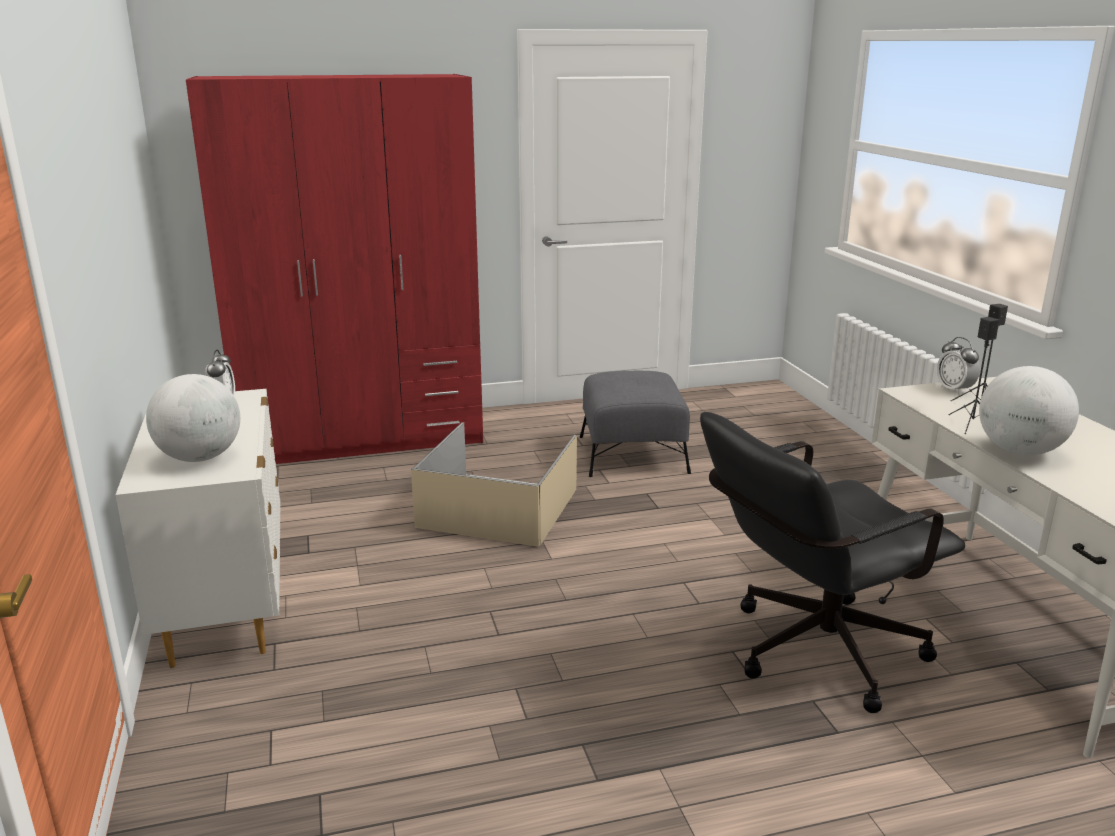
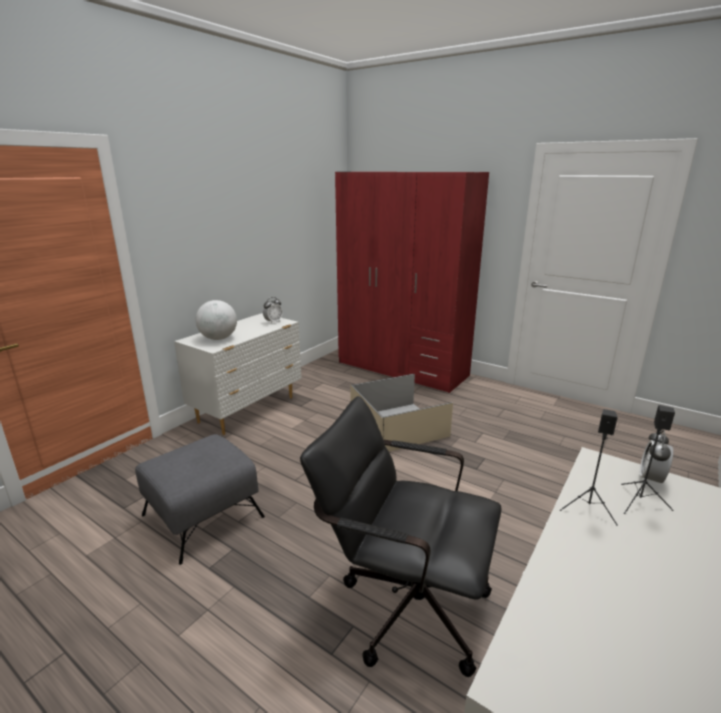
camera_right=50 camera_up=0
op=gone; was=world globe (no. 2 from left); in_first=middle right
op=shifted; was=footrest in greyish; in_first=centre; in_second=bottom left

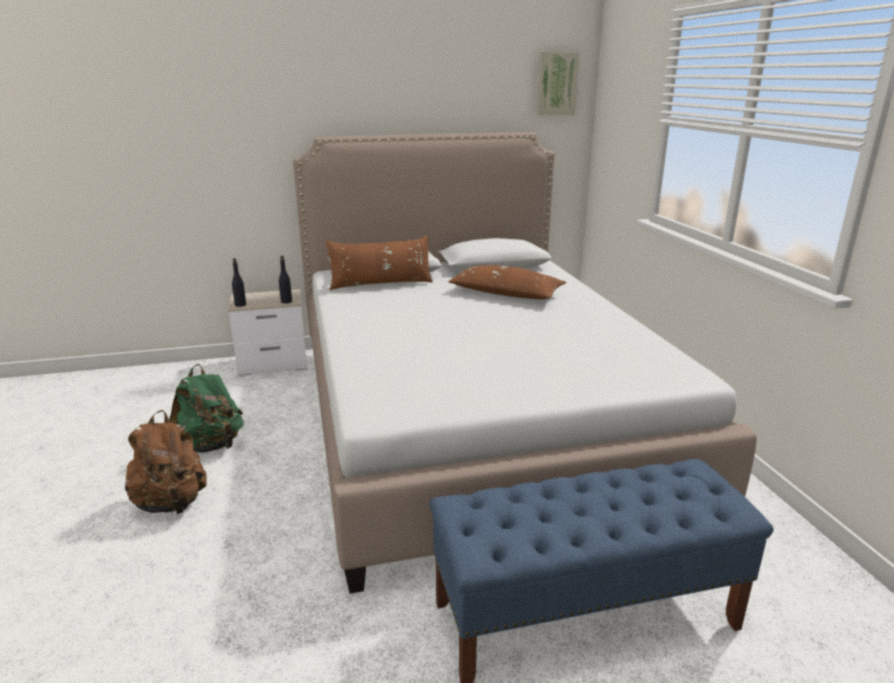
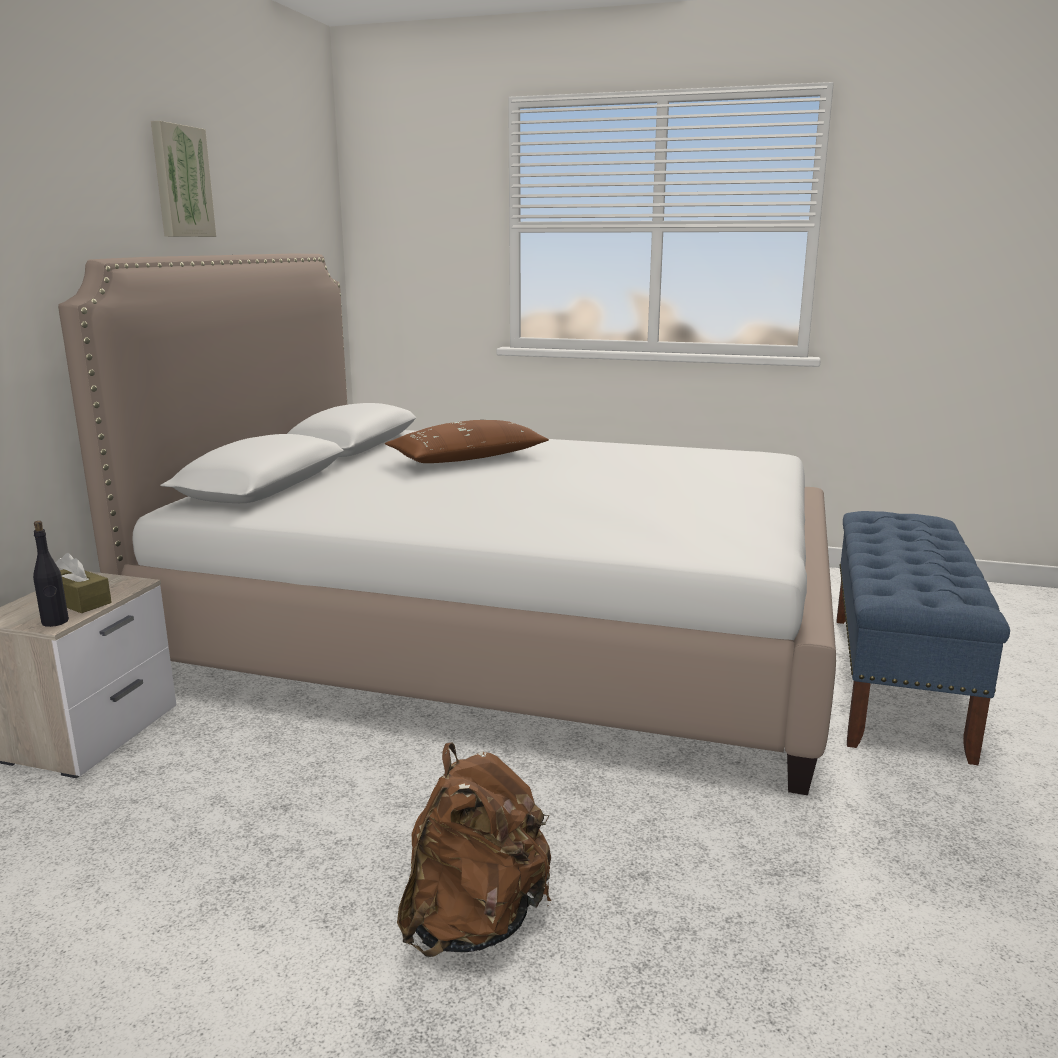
camera_right=-60 camera_up=-5
op=gone; was=rucksack in green; in_first=middle left
op=gone; was=beverage bottle in black-coloured (no. 2 from left); in_first=middle left
op=gone; was=throw pillow in brownish (no. 1 from left); in_first=centre
op=new; now=tissue holder in brownish; in_second=middle left
op=shifted; was=picture; in_first=top centre; in_second=top left

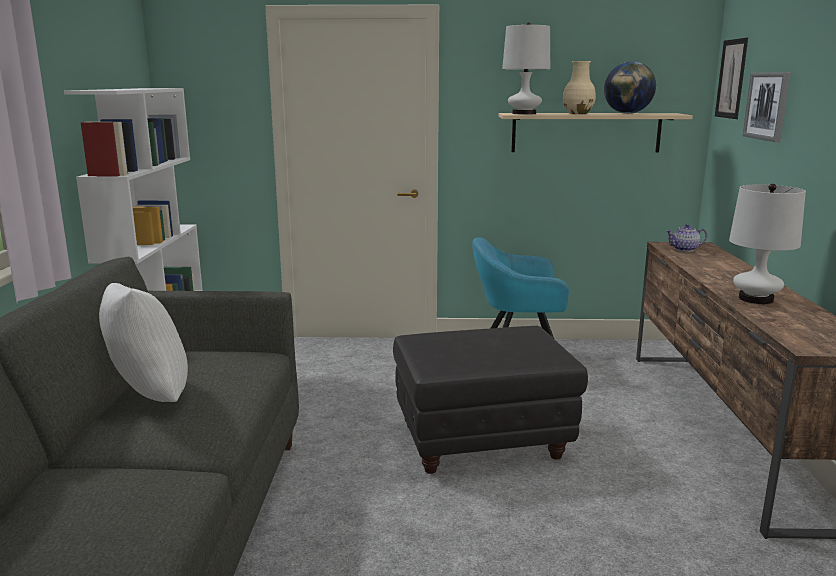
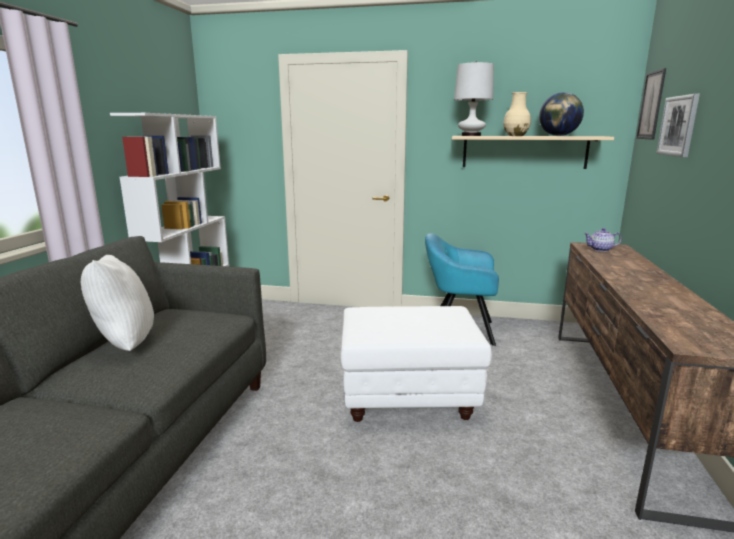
camera_right=10 camera_up=0
op=gone; was=lamp for a table in white (no. 2 from left); in_first=middle right
op=repainted; was=footrest in black-coloured; now=footrest in white; in_first=bottom centre; in_second=bottom centre

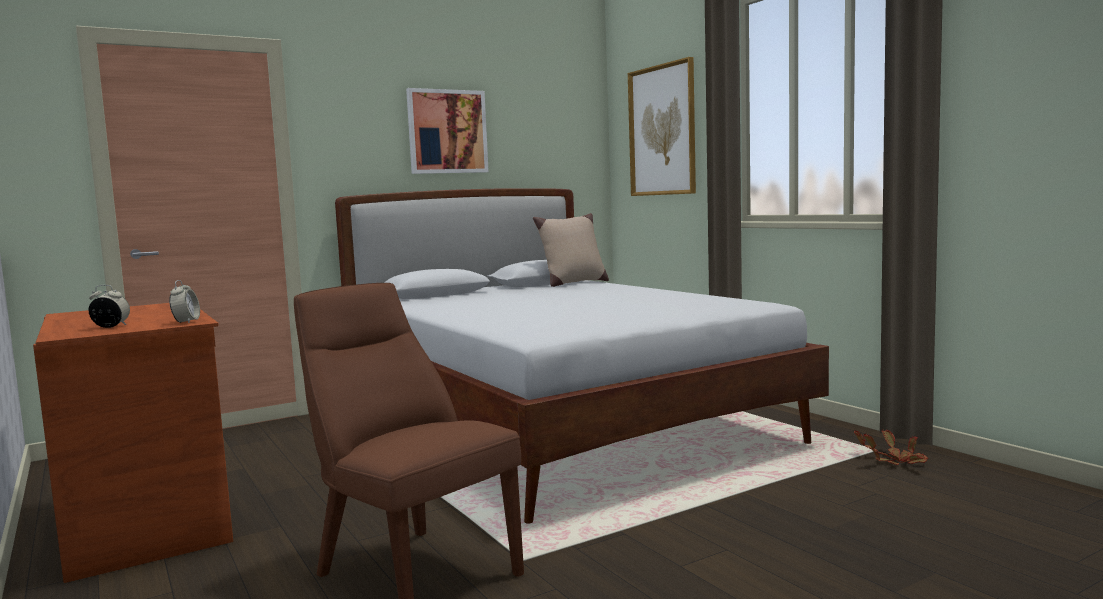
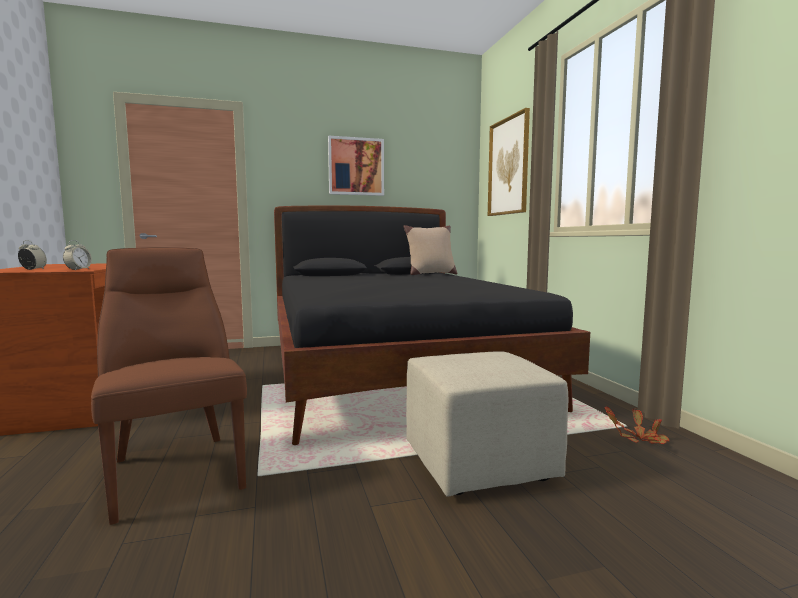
camera_right=15 camera_up=0
op=new; now=footrest in beige; in_second=bottom centre
op=repainted; was=bedroom bed in white; now=bedroom bed in black-coloured; in_first=centre; in_second=centre

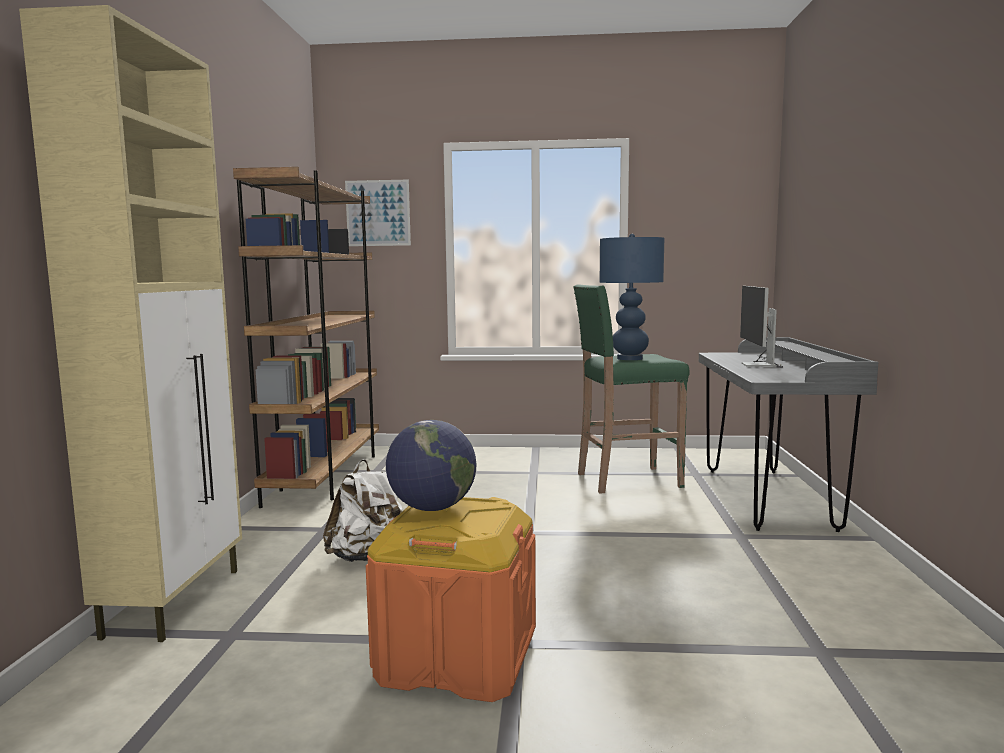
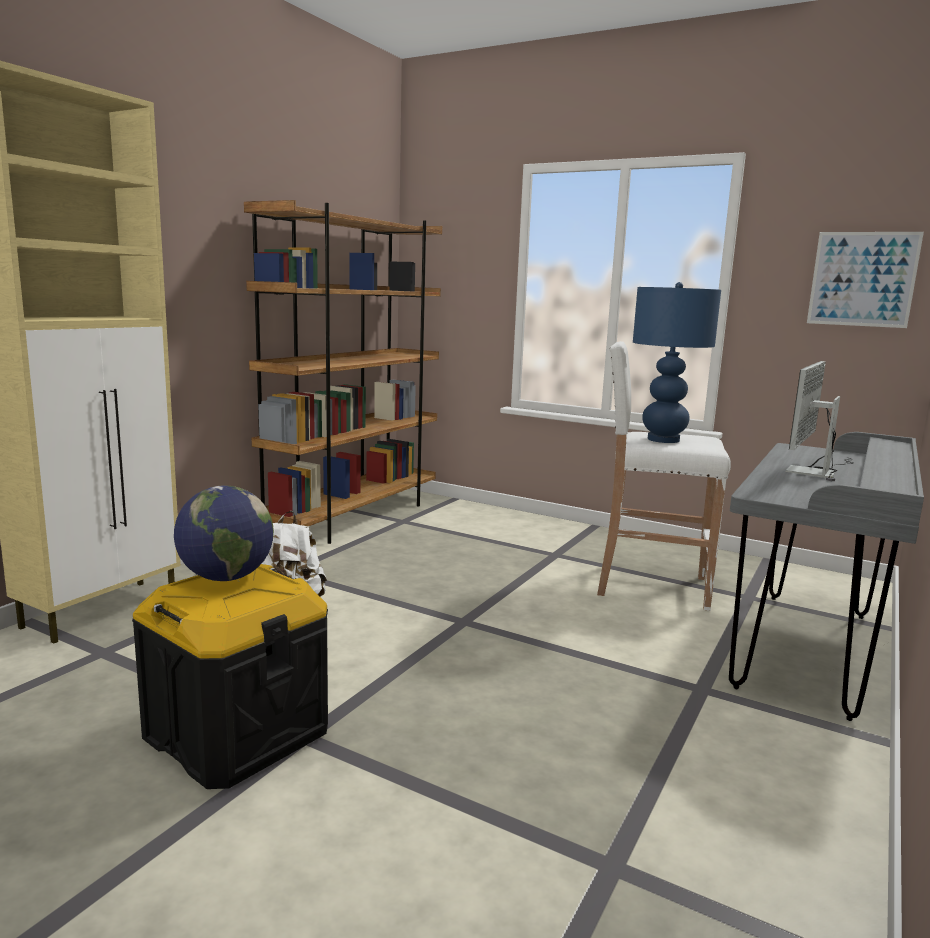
camera_right=25 camera_up=5
op=shifted; was=picture; in_first=top centre; in_second=top right
op=repainted; was=storage box in orange; now=storage box in black-coloured; in_first=bottom centre; in_second=bottom left
op=repainted; was=stool seat in green; now=stool seat in white; in_first=centre; in_second=middle right

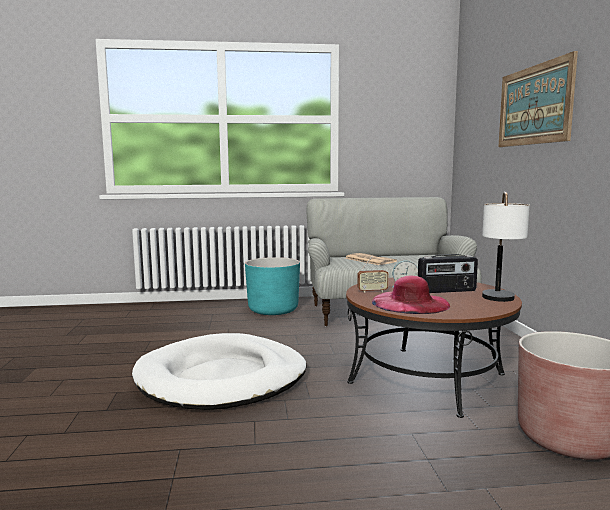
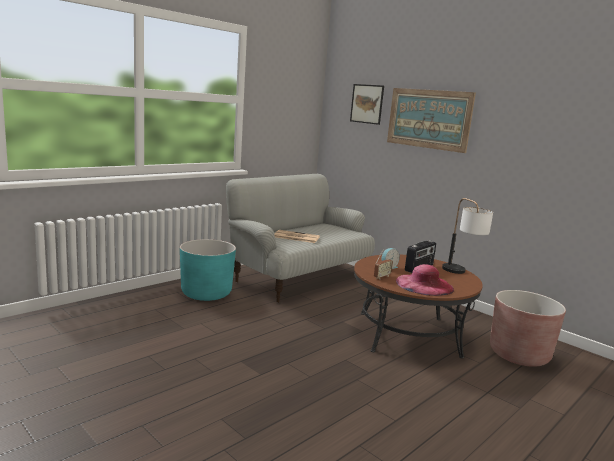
camera_right=-40 camera_up=5
op=gone; was=dog cushion in white; in_first=bottom centre
op=new; now=picture (no. 1 from left); in_second=top centre

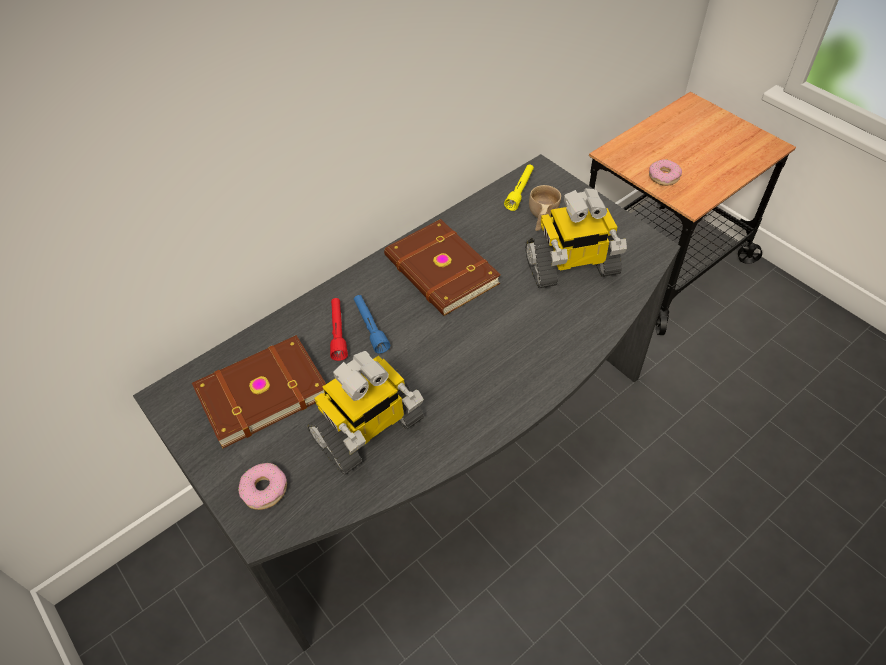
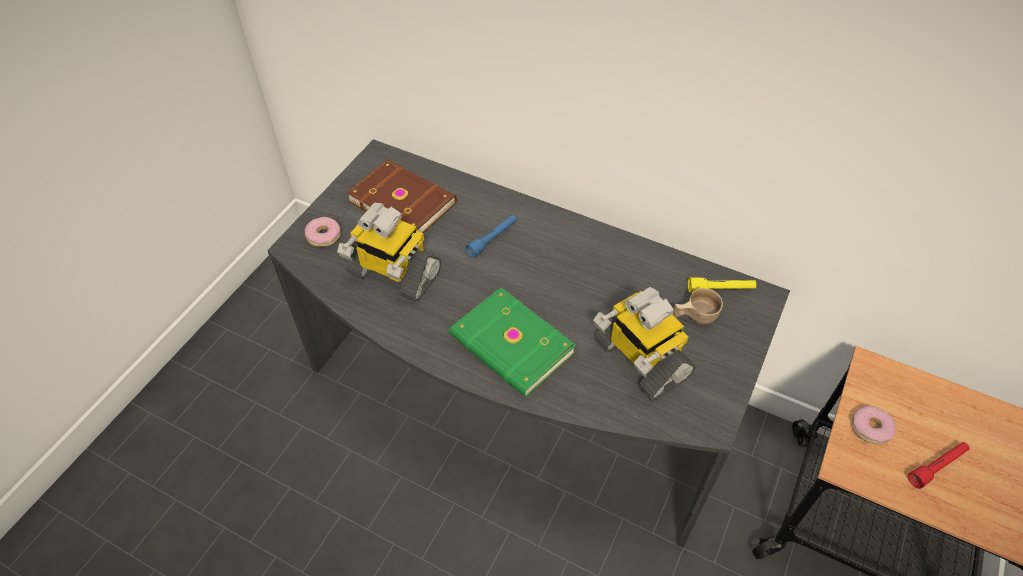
camera_right=65 camera_up=0
op=gone; was=bound book in brownish (no. 2 from left); in_first=centre
op=new; now=bound book in green; in_second=centre
op=shifted; was=hand torch in reddish; in_first=centre; in_second=bottom right

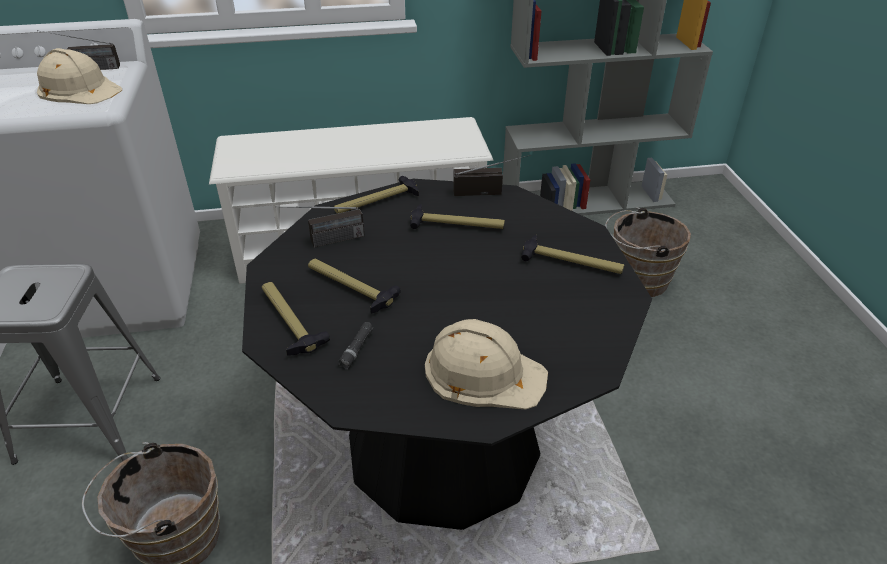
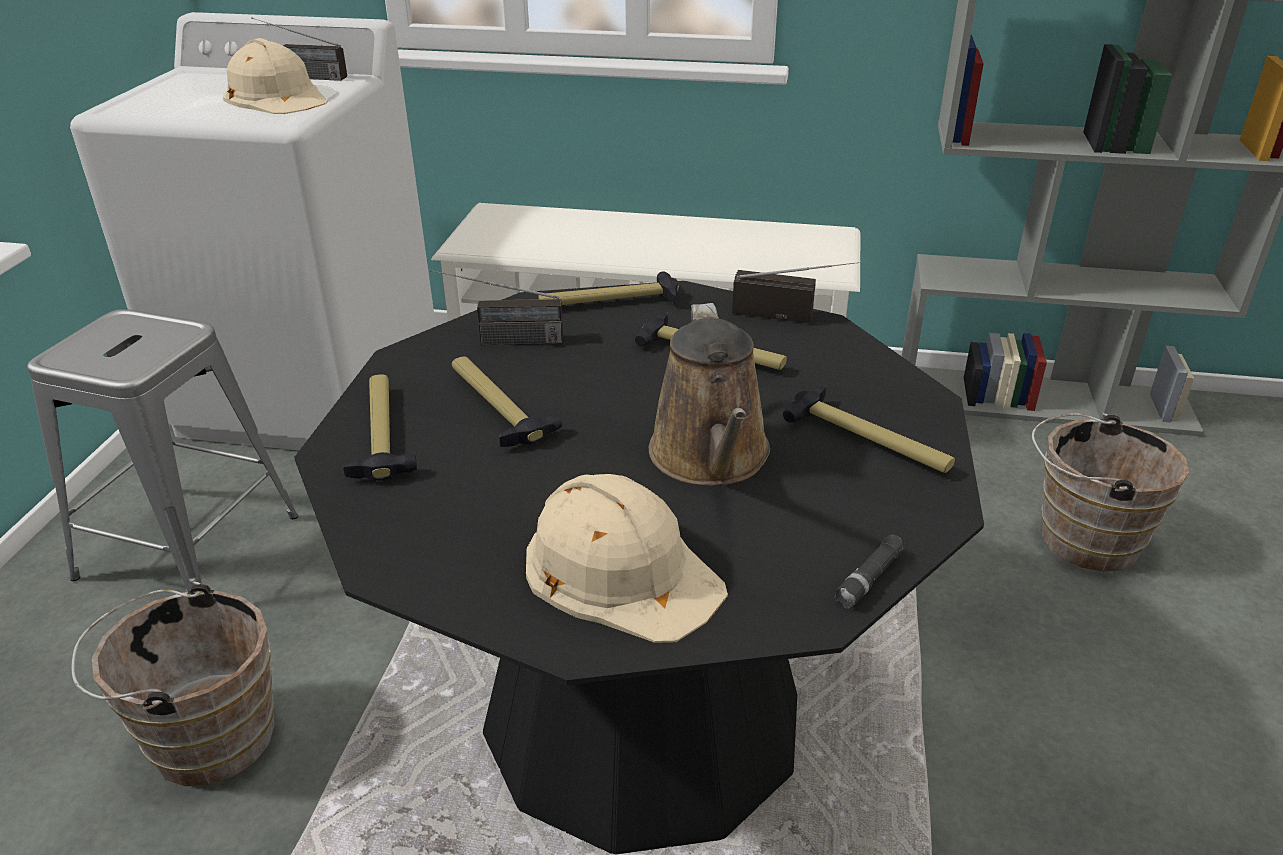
camera_right=20 camera_up=-5
op=new; now=watering pot in brownish; in_second=centre
op=shifted; was=hand torch in black-coloured; in_first=centre; in_second=bottom right

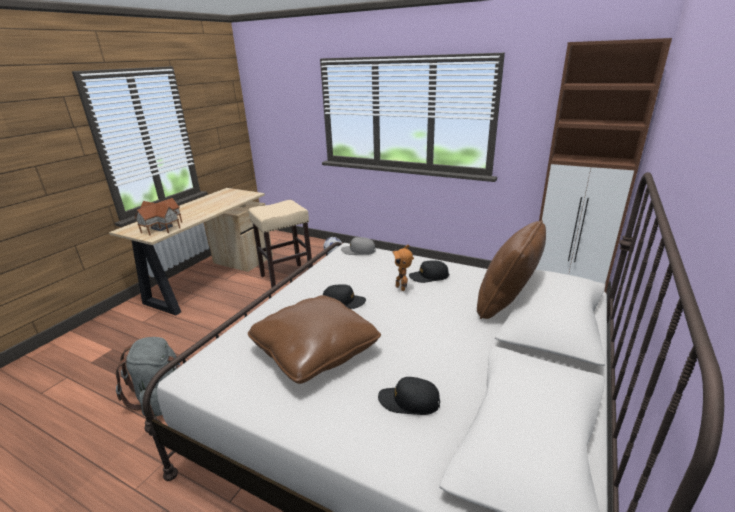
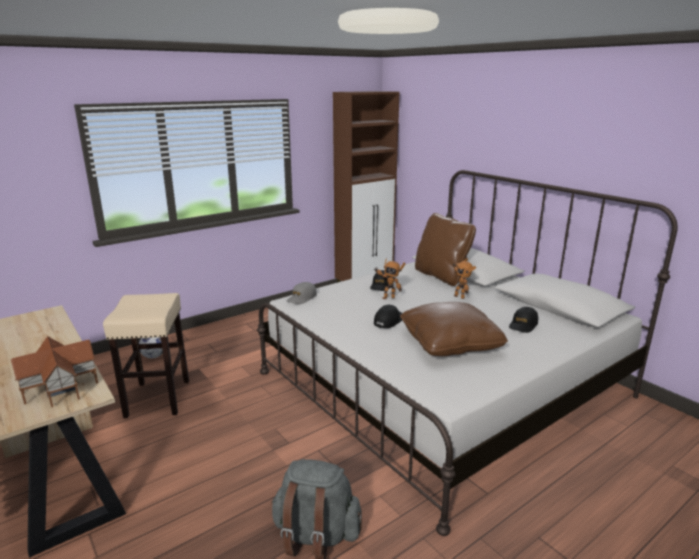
camera_right=-65 camera_up=-5
op=new; now=model robot (no. 2 from left); in_second=centre

